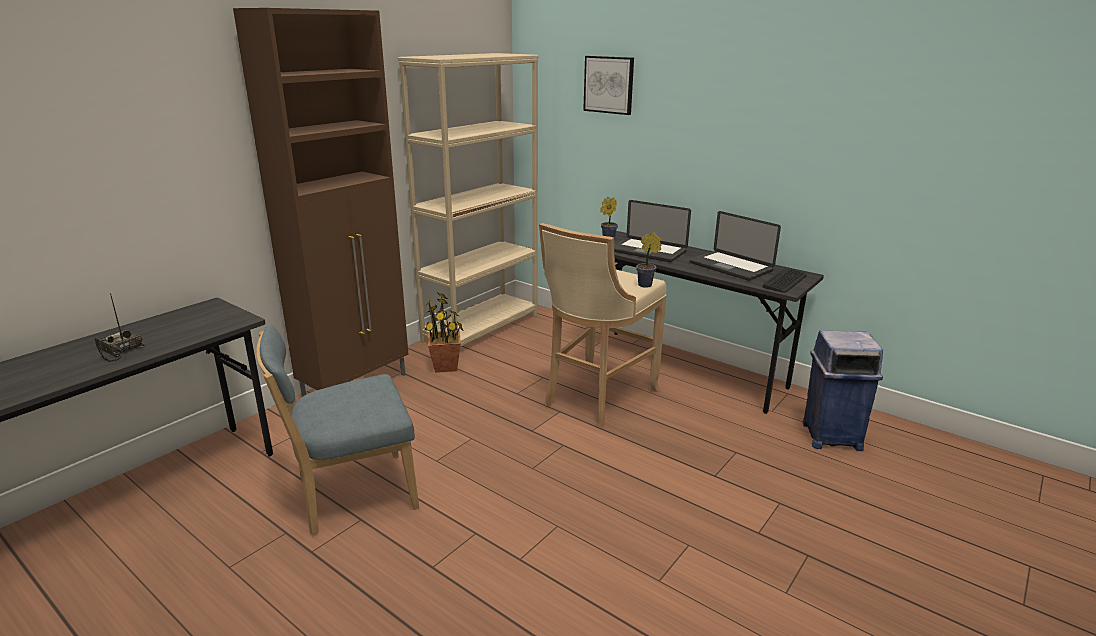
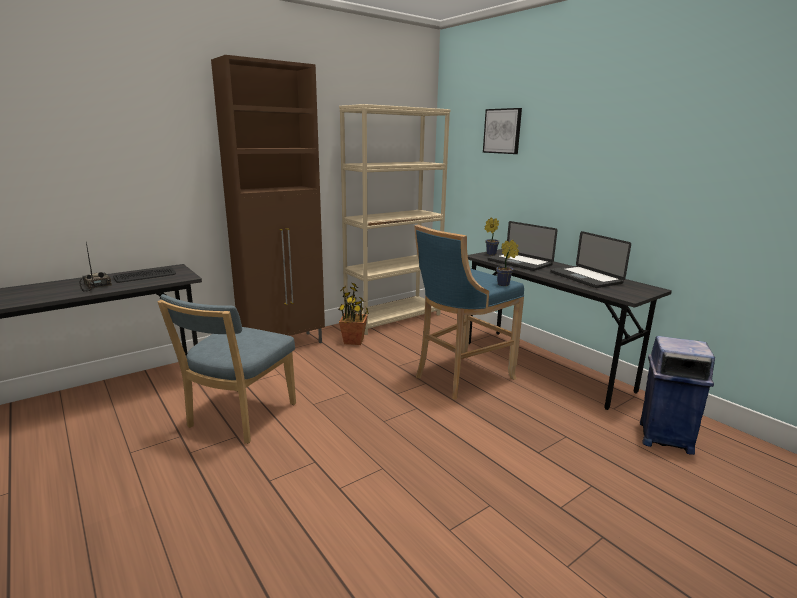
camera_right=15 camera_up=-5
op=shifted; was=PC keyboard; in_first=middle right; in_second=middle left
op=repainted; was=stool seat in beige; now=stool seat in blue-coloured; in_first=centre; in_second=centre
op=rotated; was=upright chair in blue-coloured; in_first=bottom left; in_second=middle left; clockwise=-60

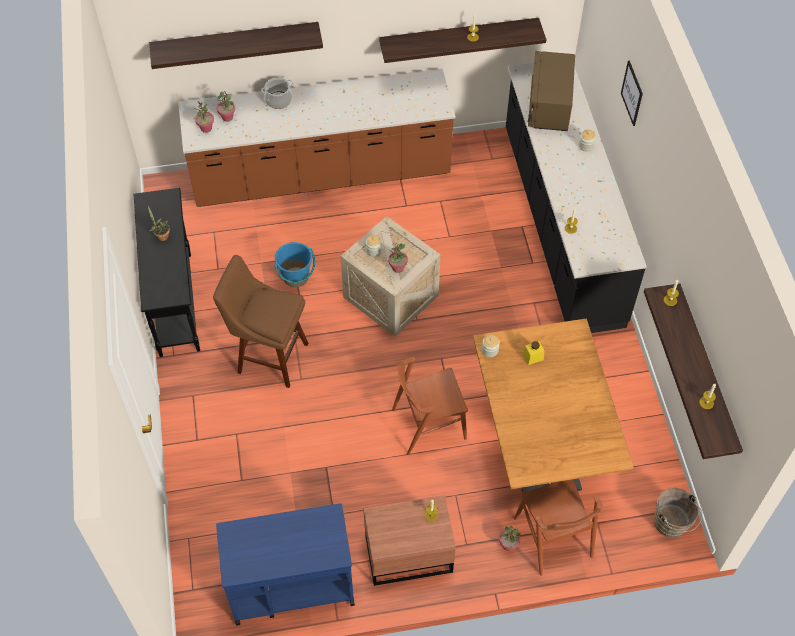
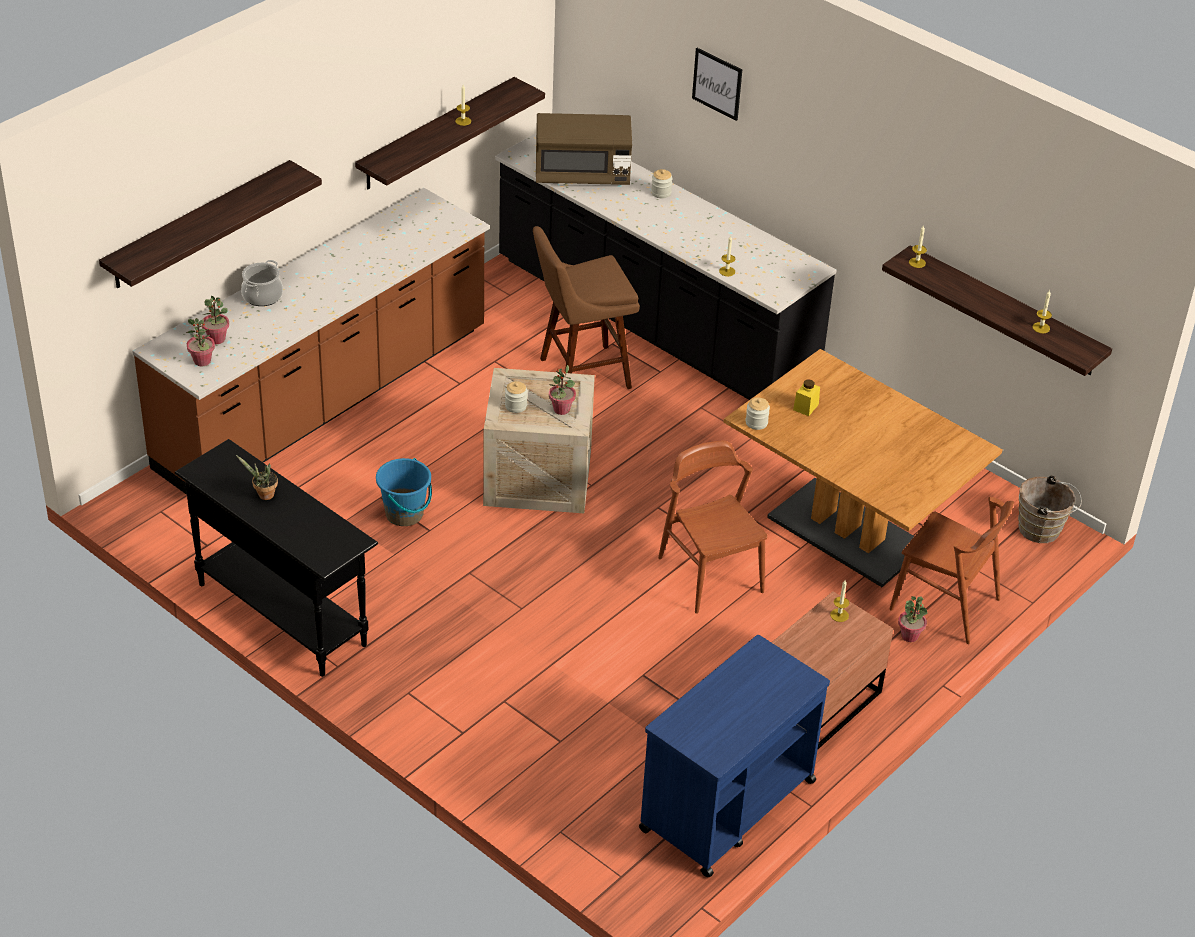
camera_right=-40 camera_up=-15
op=shifted; was=stool seat in brownish; in_first=middle left; in_second=top centre
op=rotated; was=upright chair in brownish (no. 1 from left); in_first=centre; in_second=centre; clockwise=120
op=rotated; was=kitchen microwave in brownish; in_first=top right; in_second=top centre; clockwise=-60

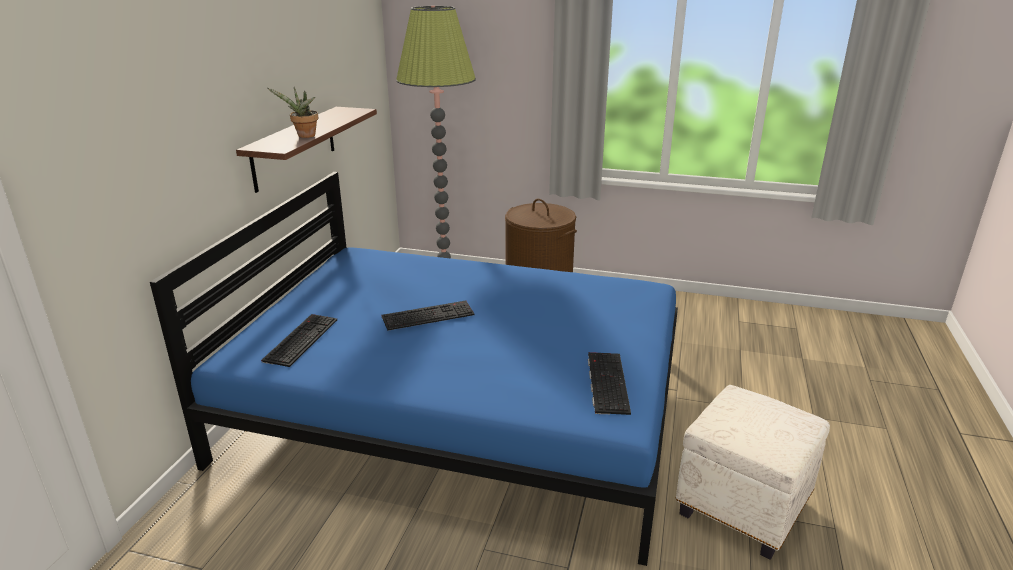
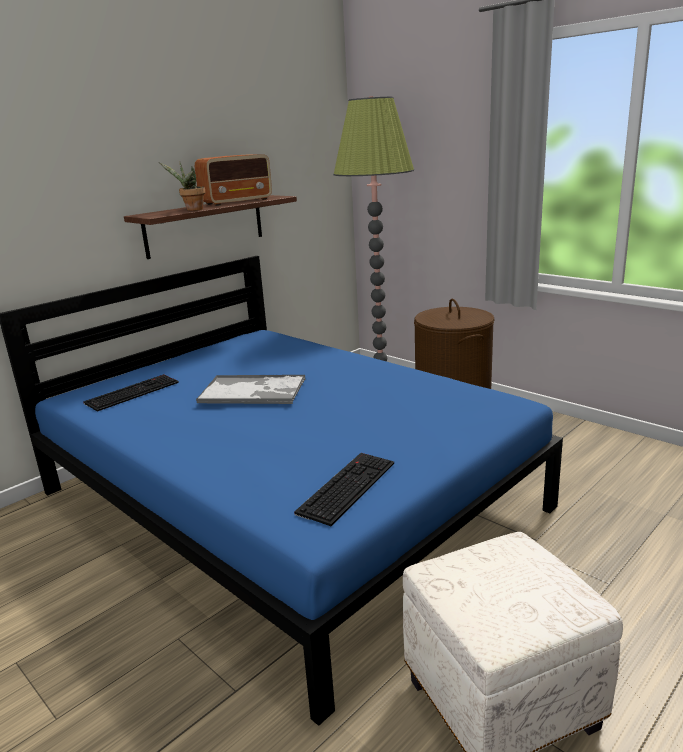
camera_right=30 camera_up=-5
op=new; now=radio; in_second=top centre
op=swapped; was=PC keyboard (no. 2 from left); now=serving tray; in_first=centre; in_second=centre

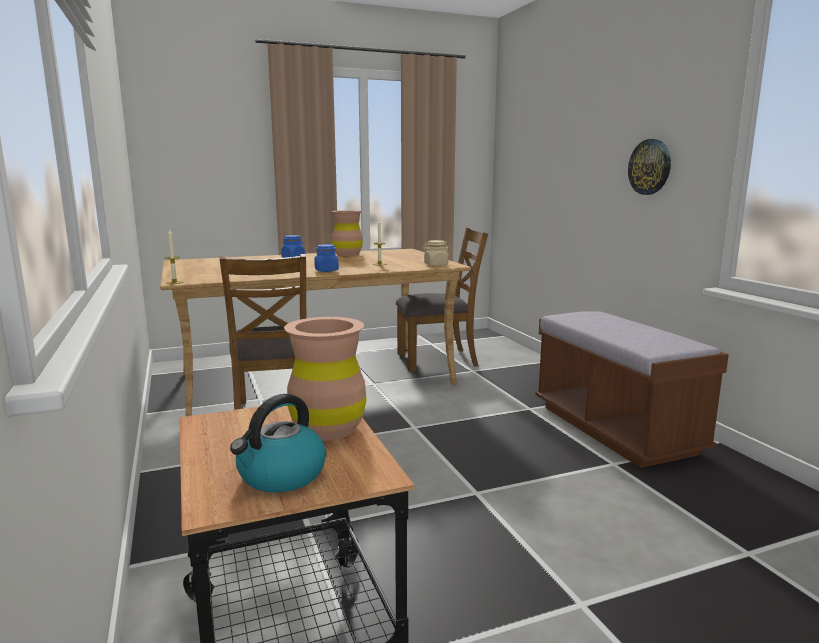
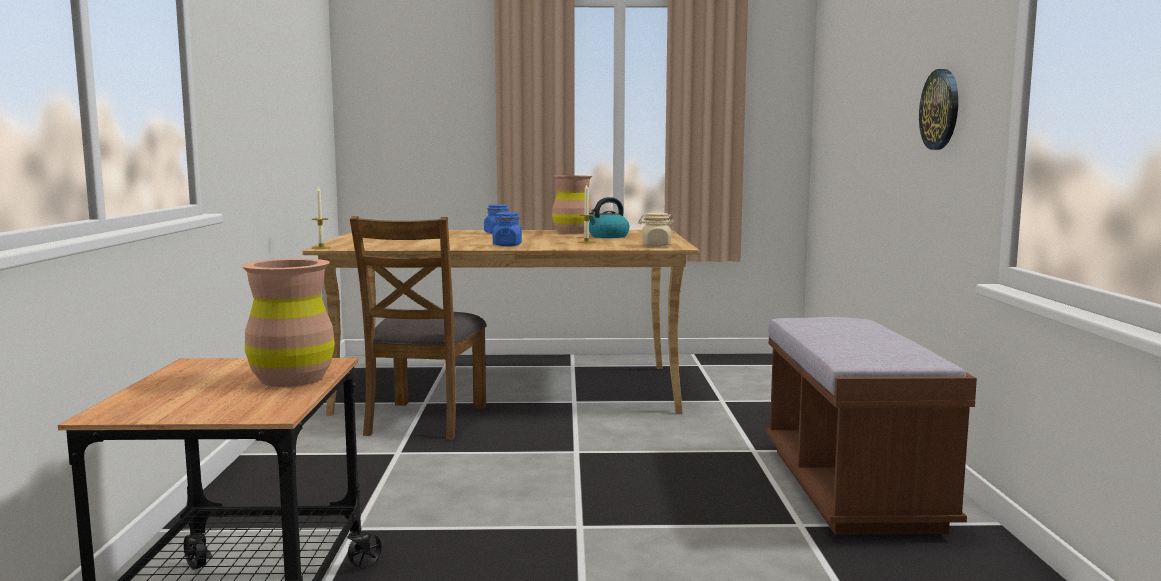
camera_right=20 camera_up=-5
op=gone; was=upright chair in brownish (no. 2 from left); in_first=centre
op=shifted; was=water kettle; in_first=bottom centre; in_second=centre

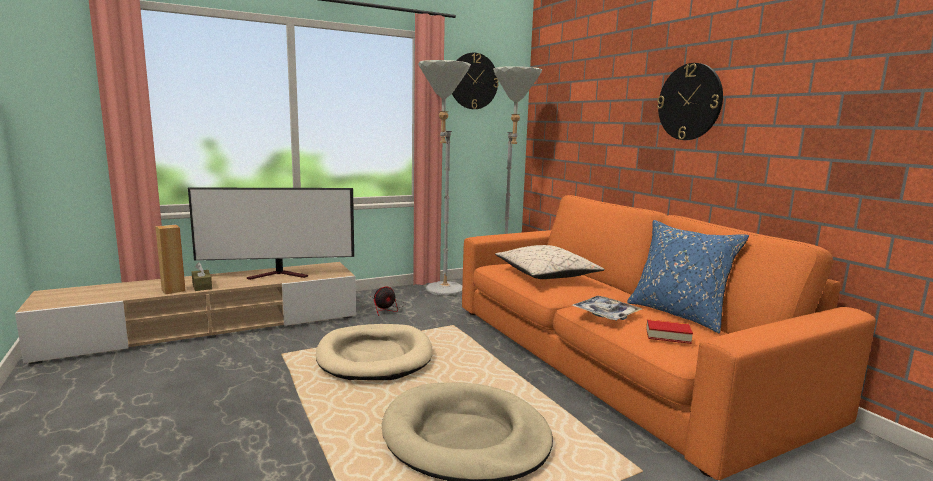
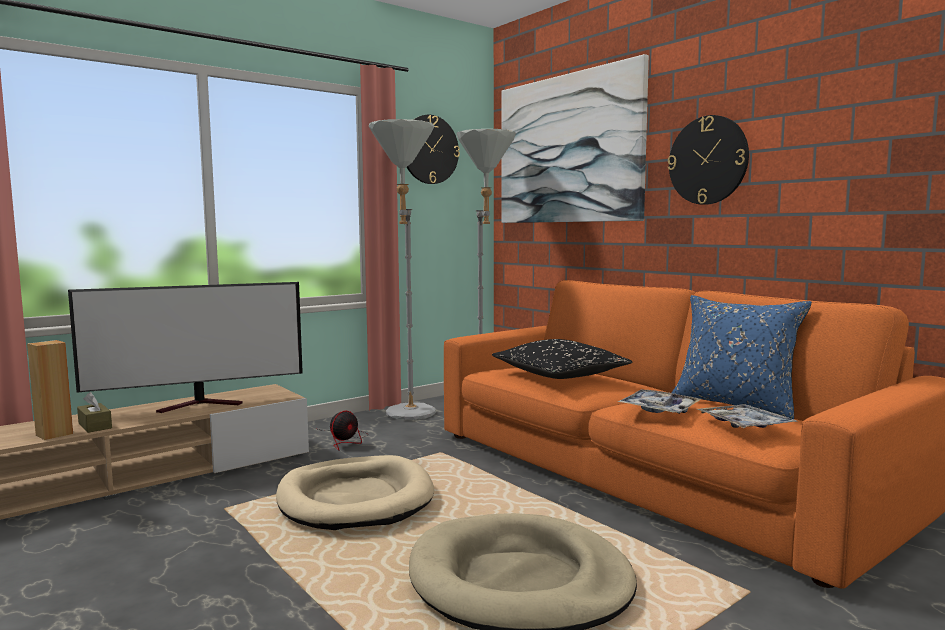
camera_right=-10 camera_up=-5
op=new; now=picture; in_second=top centre
op=swapped; was=bound book; now=serving tray (no. 2 from left); in_first=bottom right; in_second=middle right
op=repainted; was=throw pillow in beige; now=throw pillow in black-coloured; in_first=centre; in_second=centre

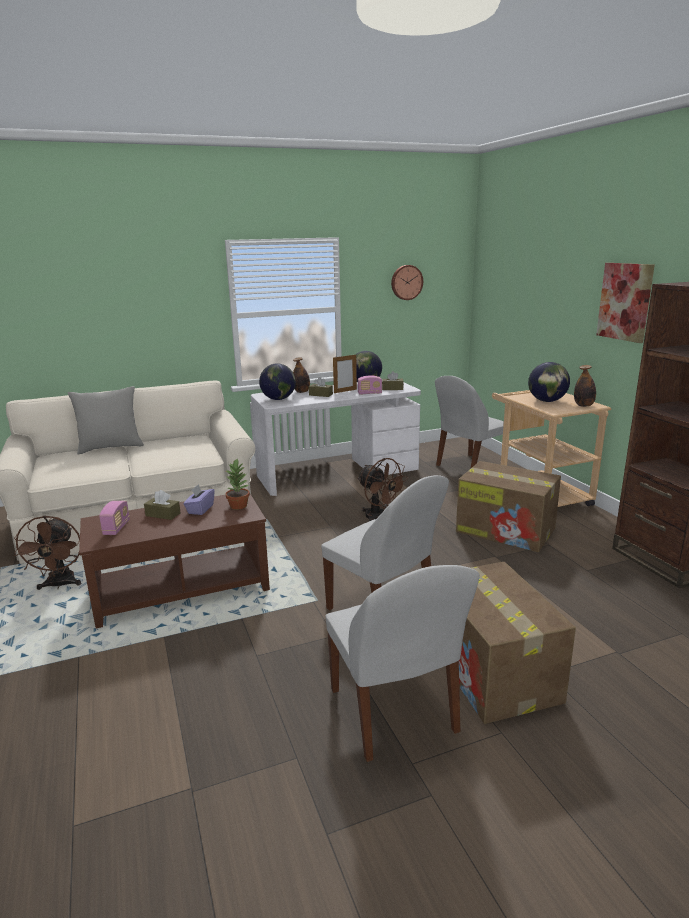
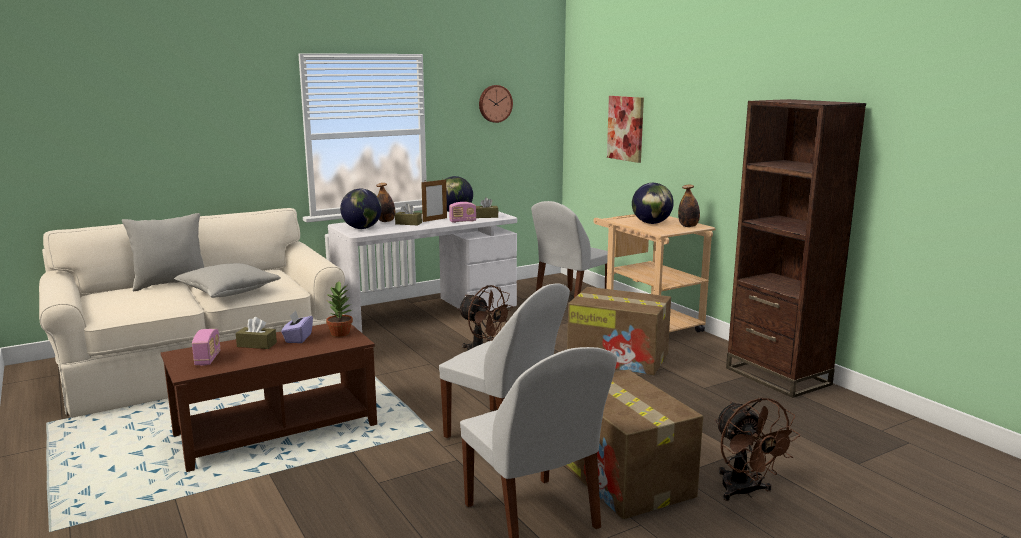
camera_right=-10 camera_up=-5
op=new; now=throw pillow in greyish (no. 2 from left); in_second=middle left
op=shifted; was=electric fan in brownish (no. 1 from left in the first image); now=electric fan in brownish (no. 2 from left); in_first=middle left; in_second=bottom right
op=shifted; was=picture; in_first=top right; in_second=top centre

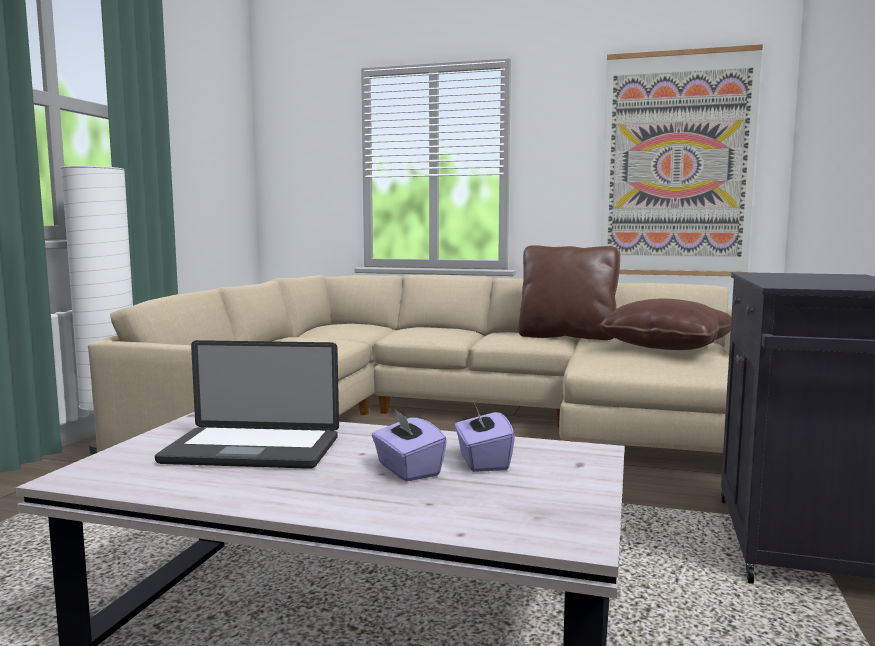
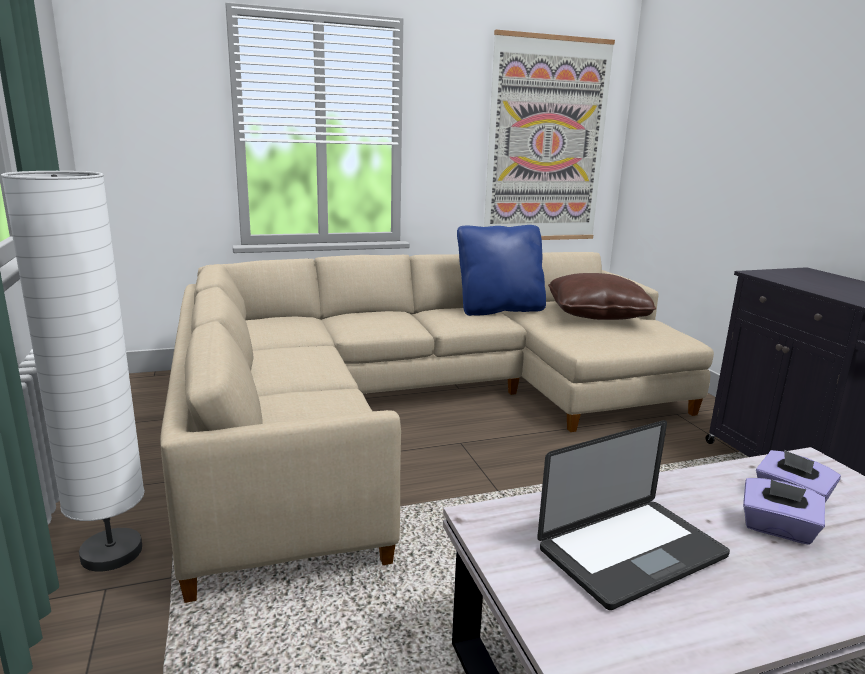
camera_right=-35 camera_up=10
op=repainted; was=throw pillow in brownish (no. 1 from left); now=throw pillow in blue-coloured; in_first=centre; in_second=centre

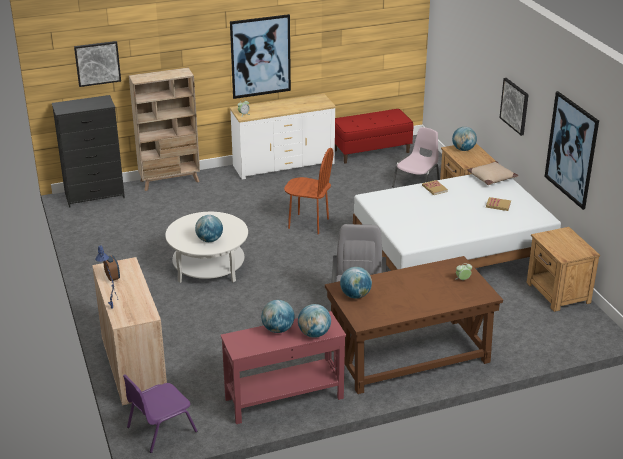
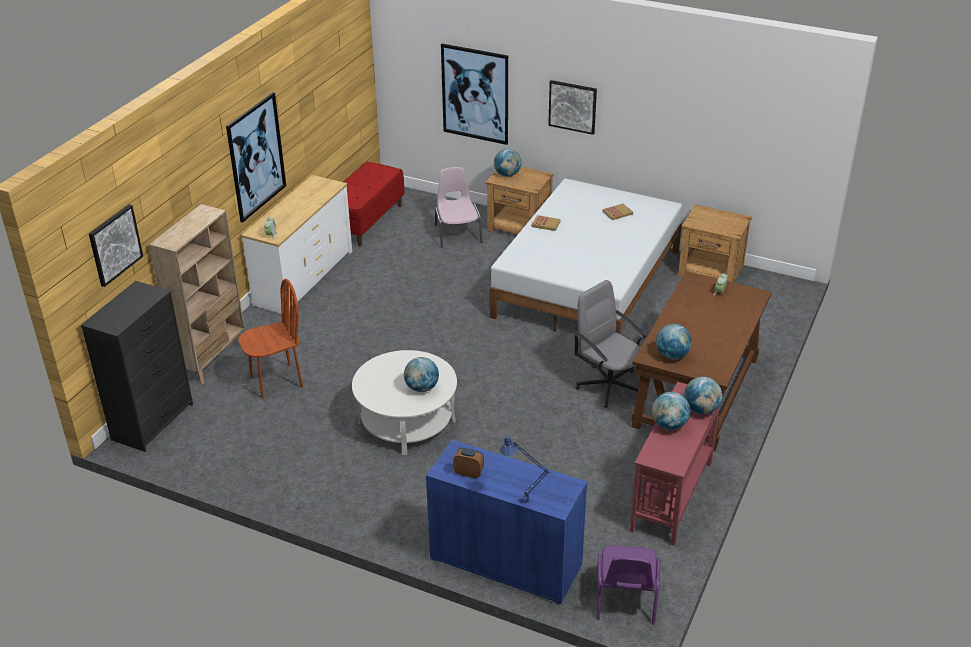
camera_right=-45 camera_up=5
op=gone; was=throw pillow in beige; in_first=middle right
op=shifted; was=upright chair in brownish; in_first=centre; in_second=middle left
op=shifted; was=picture (no. 4 from left in the first image); now=picture (no. 3 from left); in_first=top right; in_second=top centre
op=repainted; was=cabinet in beige; now=cabinet in blue-coloured; in_first=bottom left; in_second=bottom centre

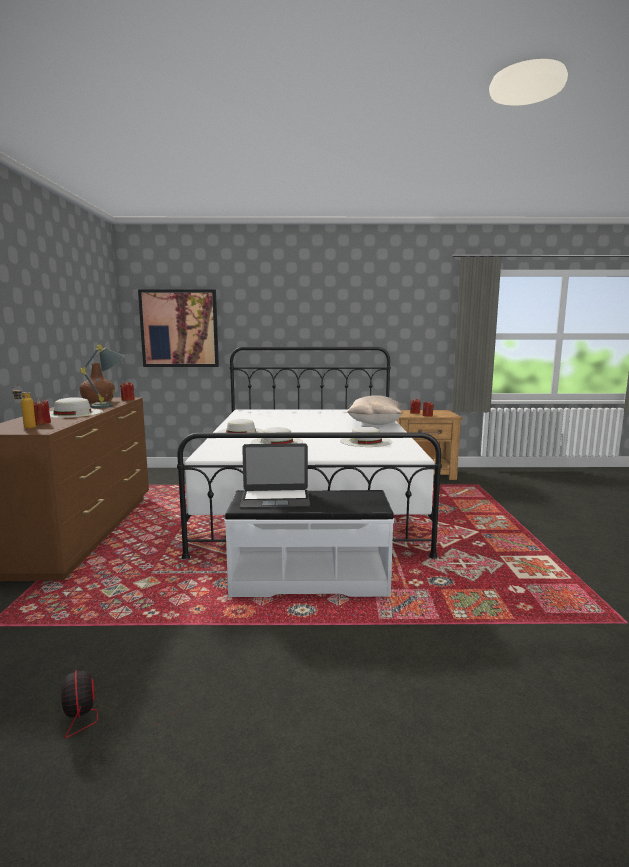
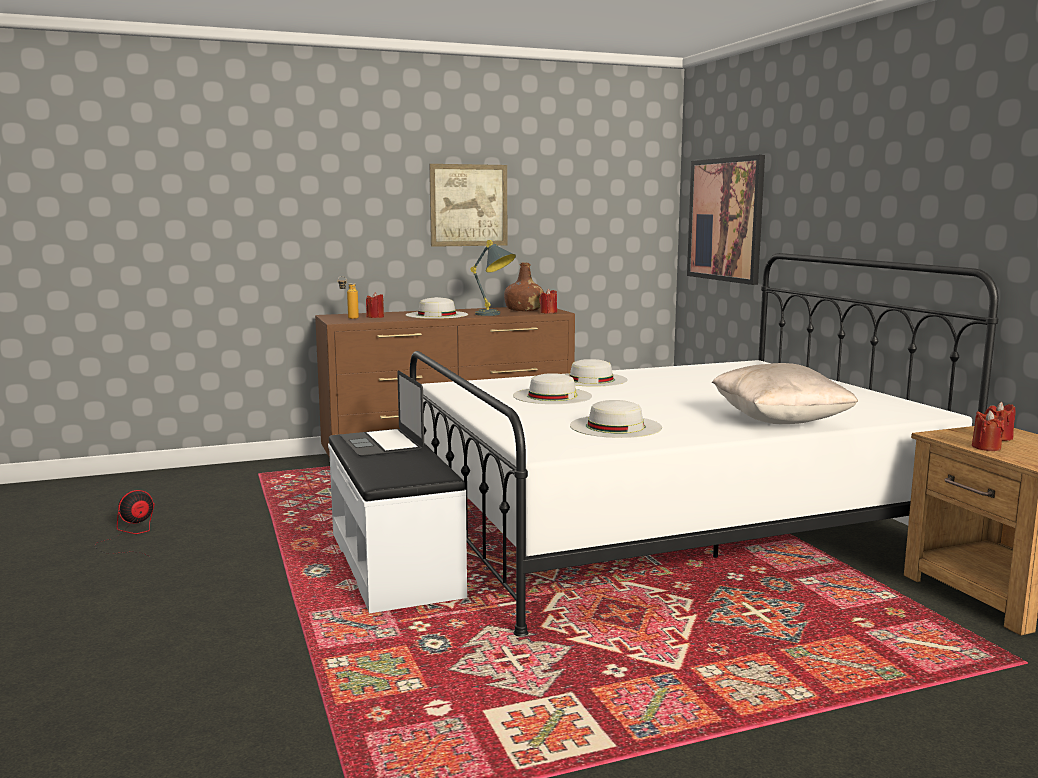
camera_right=70 camera_up=0
op=new; now=picture (no. 1 from left); in_second=top centre

